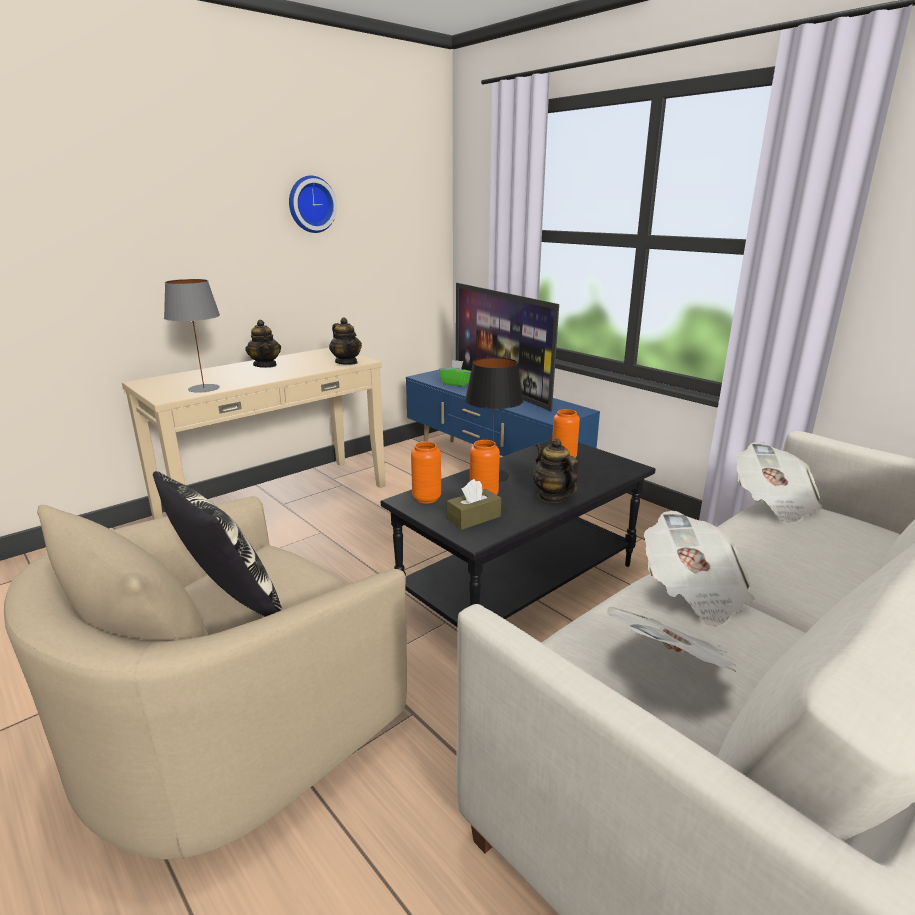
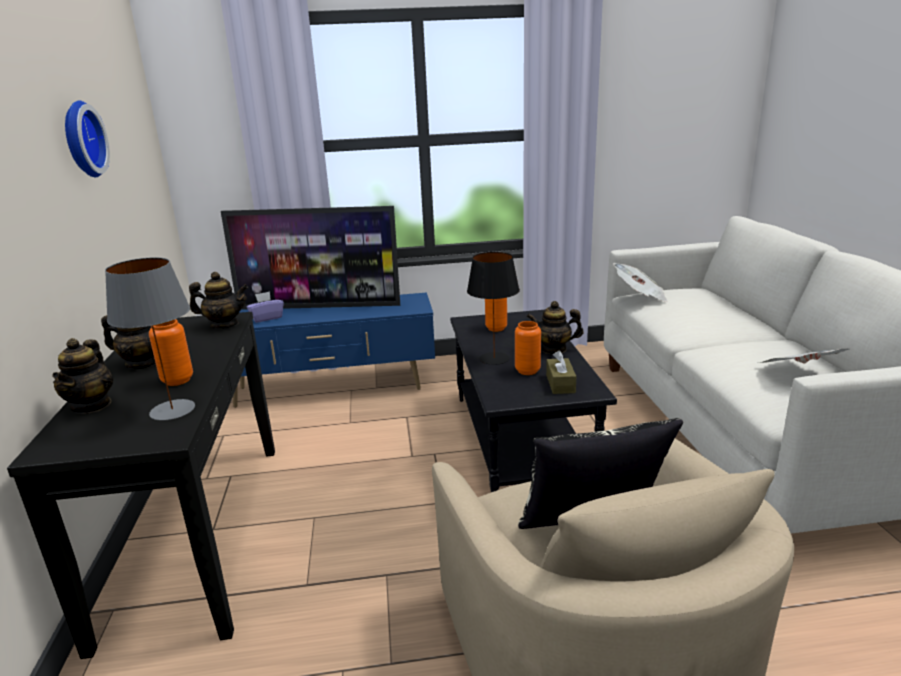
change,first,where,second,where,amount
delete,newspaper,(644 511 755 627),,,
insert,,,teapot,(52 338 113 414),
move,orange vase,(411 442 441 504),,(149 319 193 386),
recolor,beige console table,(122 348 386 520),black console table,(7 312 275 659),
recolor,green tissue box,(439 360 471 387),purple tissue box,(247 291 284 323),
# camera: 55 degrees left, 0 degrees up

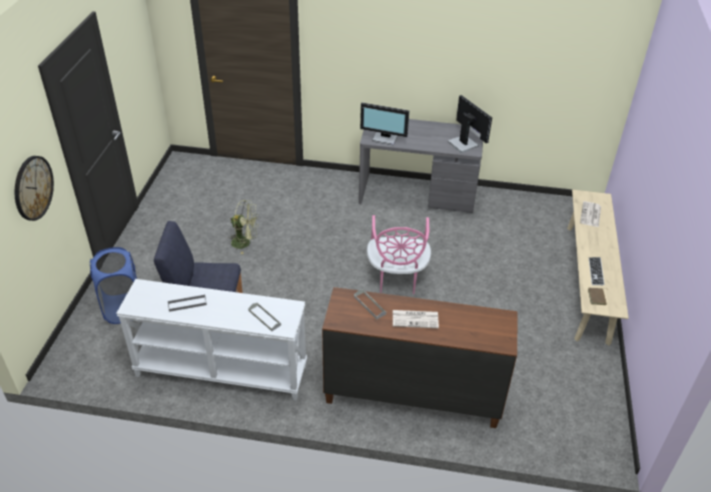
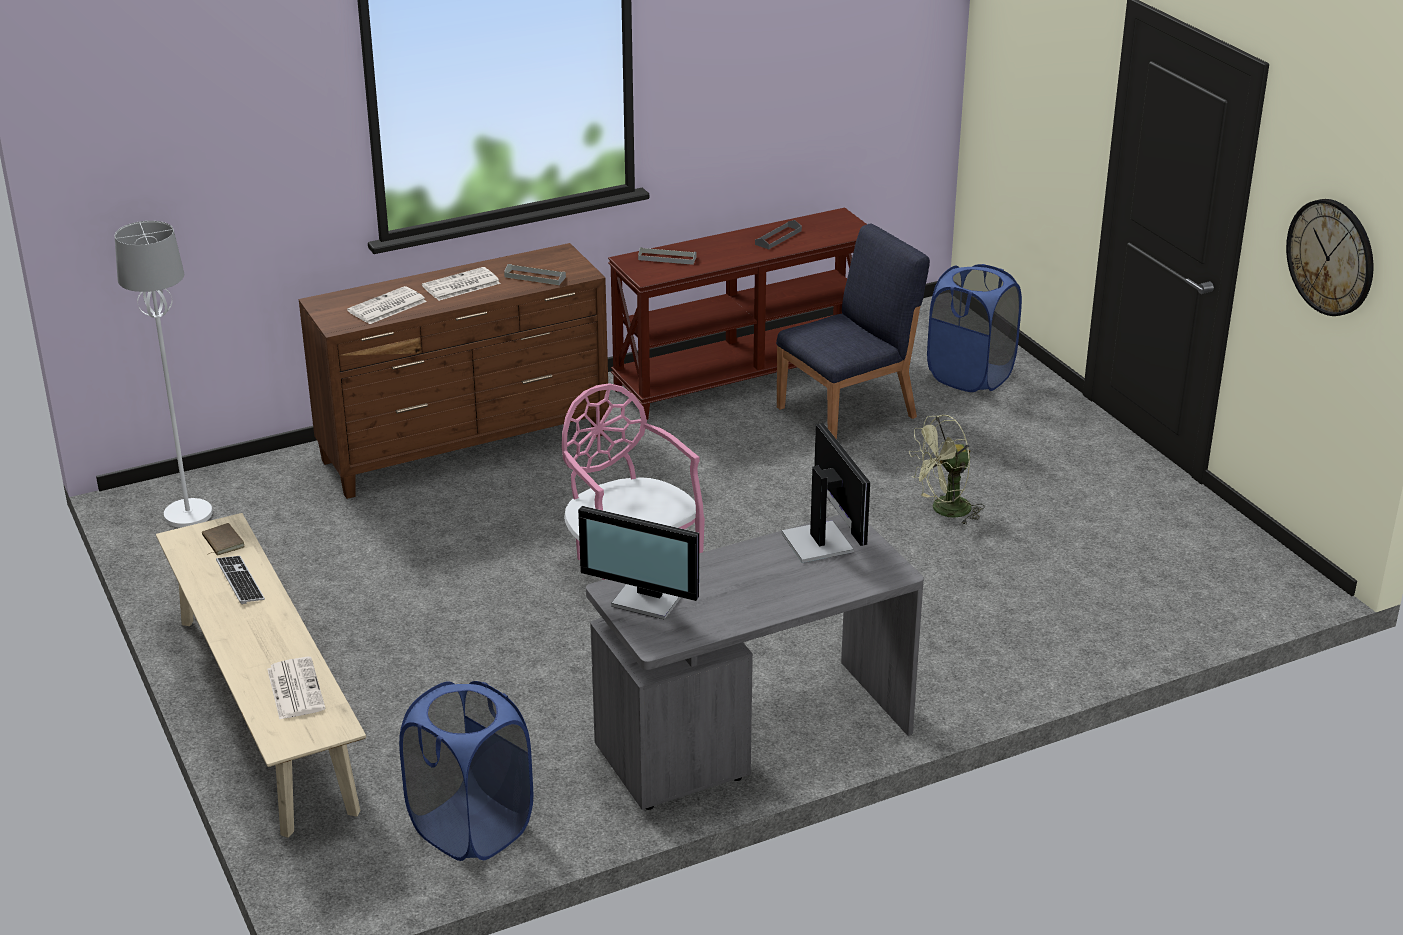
change,first,where,second,where,amount
insert,,,white floor lamp,(114 221 213 528),
insert,,,newspaper,(347 286 427 324),
insert,,,blue laundry basket,(399 681 533 861),
move,wall clock,(15 156 54 221),,(1286 199 1373 316),
recolor,white console table,(116 279 307 401),brown console table,(608 207 867 420),
rotate,monitor,(360 103 409 145),,(781 423 870 563),90 degrees clockwise
# camera: 145 degrees right, 10 degrees down

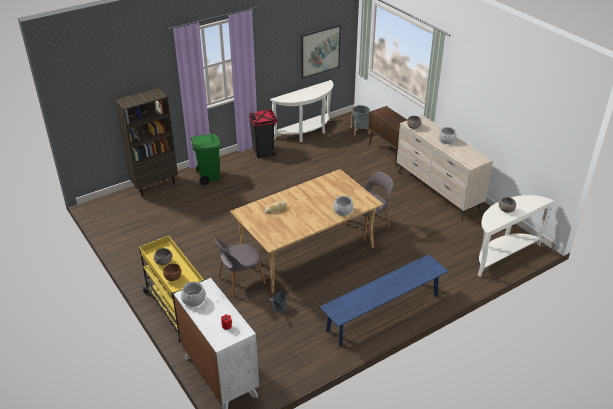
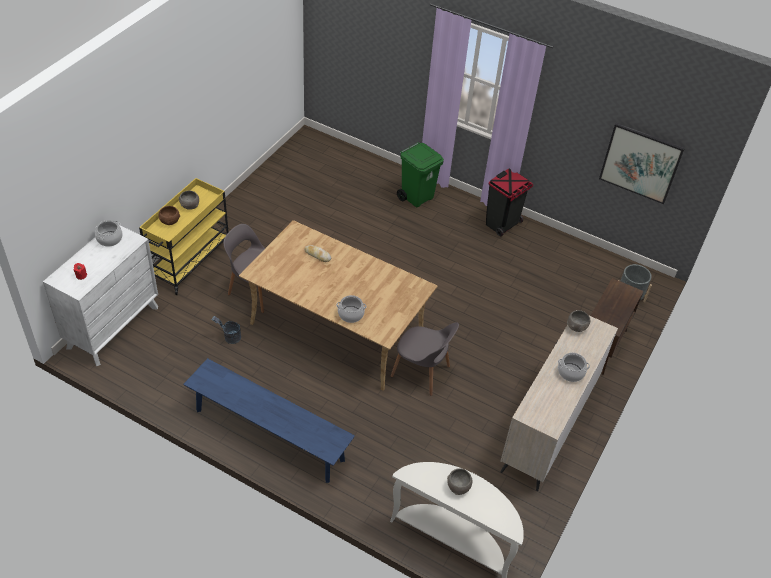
change,first,where,second,where,amount
delete,brown bookcase,(115 88 178 196),,,
delete,white console table,(270 80 333 142),,,
# camera: 60 degrees right, 10 degrees up

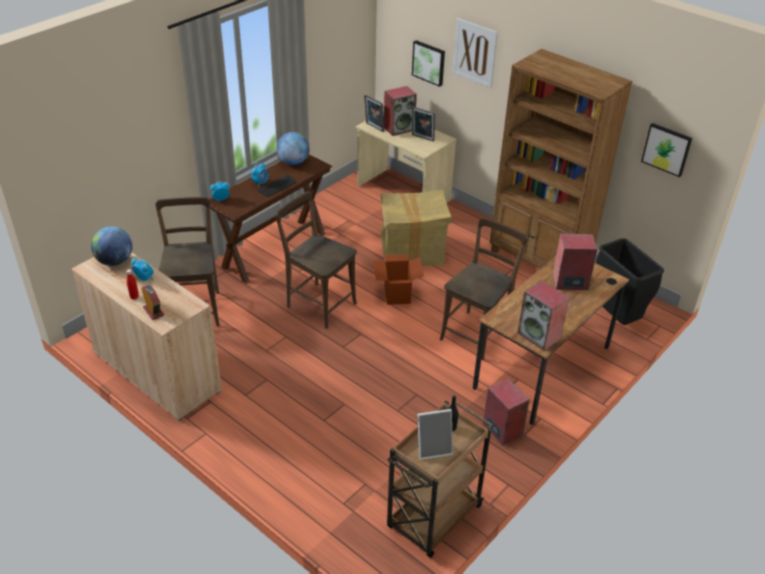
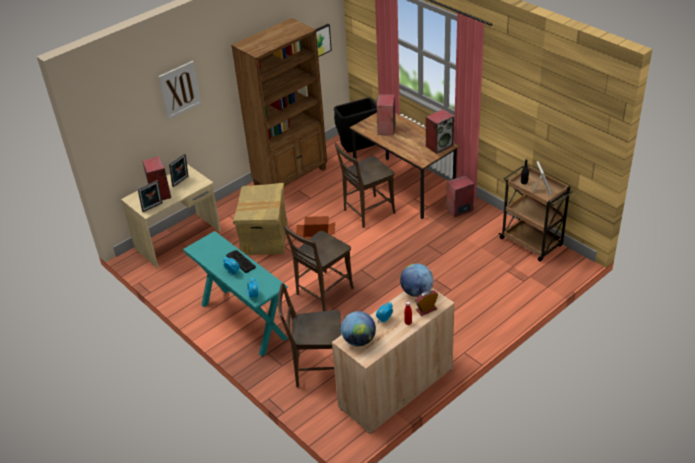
change,first,where,second,where,amount
delete,picture,(412 40 445 87),,,
move,globe,(277 132 309 165),,(400 264 433 297),
recolor,brown console table,(209 154 332 283),turquoise console table,(183 231 288 357),
rotate,brown chair,(440 217 527 360),,(335 143 396 228),75 degrees counterclockwise
# camera: 80 degrees left, 0 degrees up

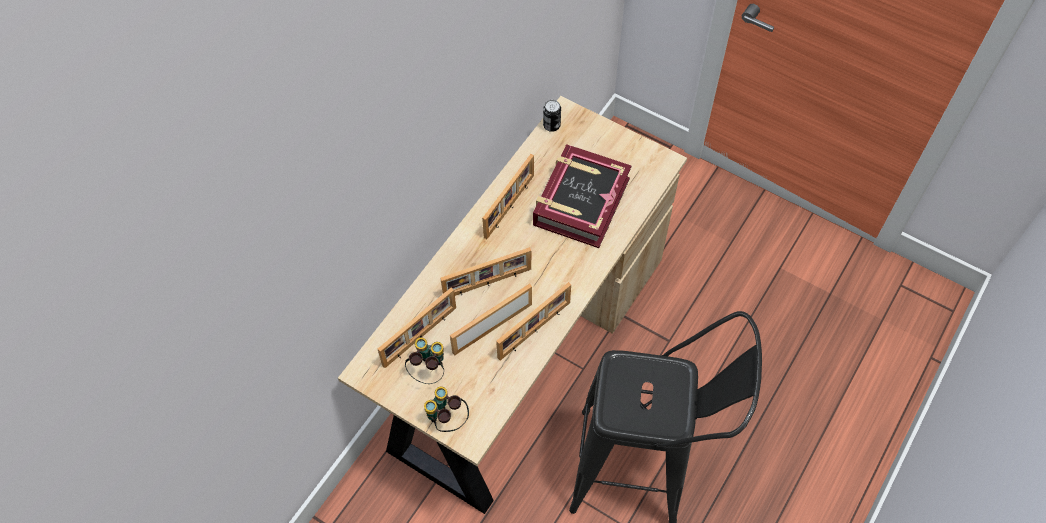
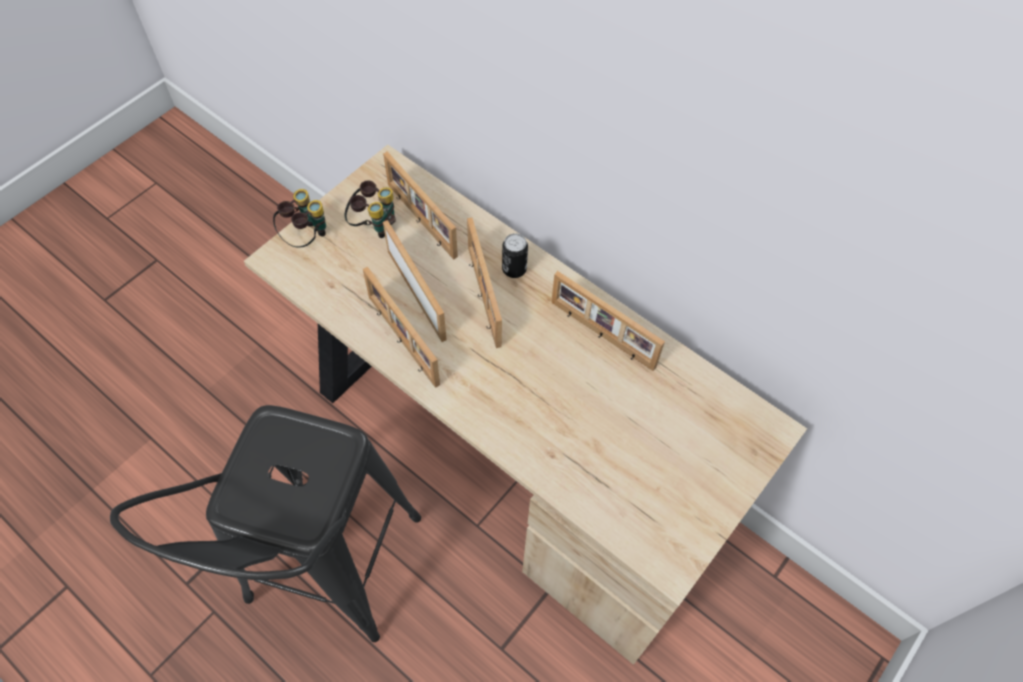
change,first,where,second,where,amount
delete,book,(533 144 631 248),,,
move,can,(543 100 561 132),,(502 233 528 278),
# camera: 95 degrees right, 0 degrees up

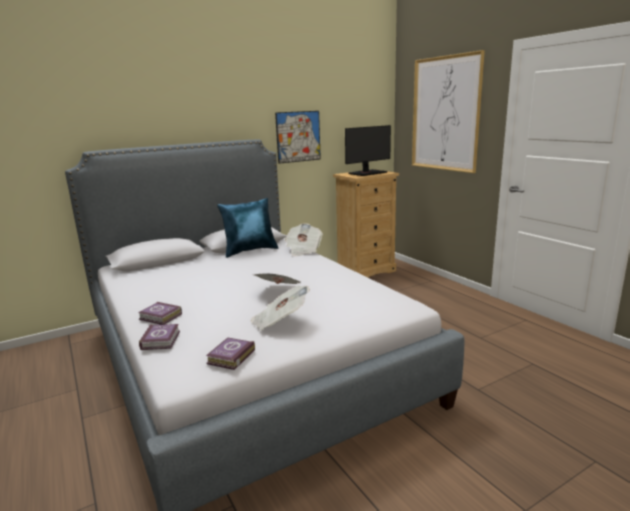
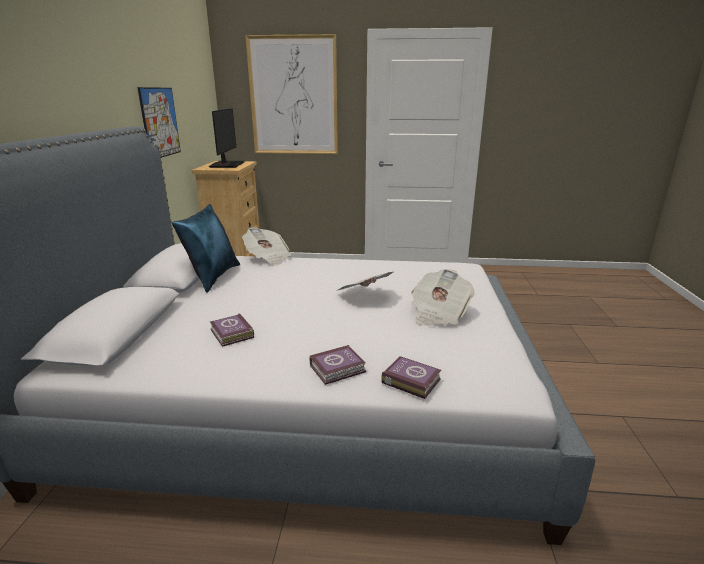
change,first,where,second,where,amount
move,book,(206 338 255 370),,(210 313 254 347),
# camera: 55 degrees left, 5 degrees up

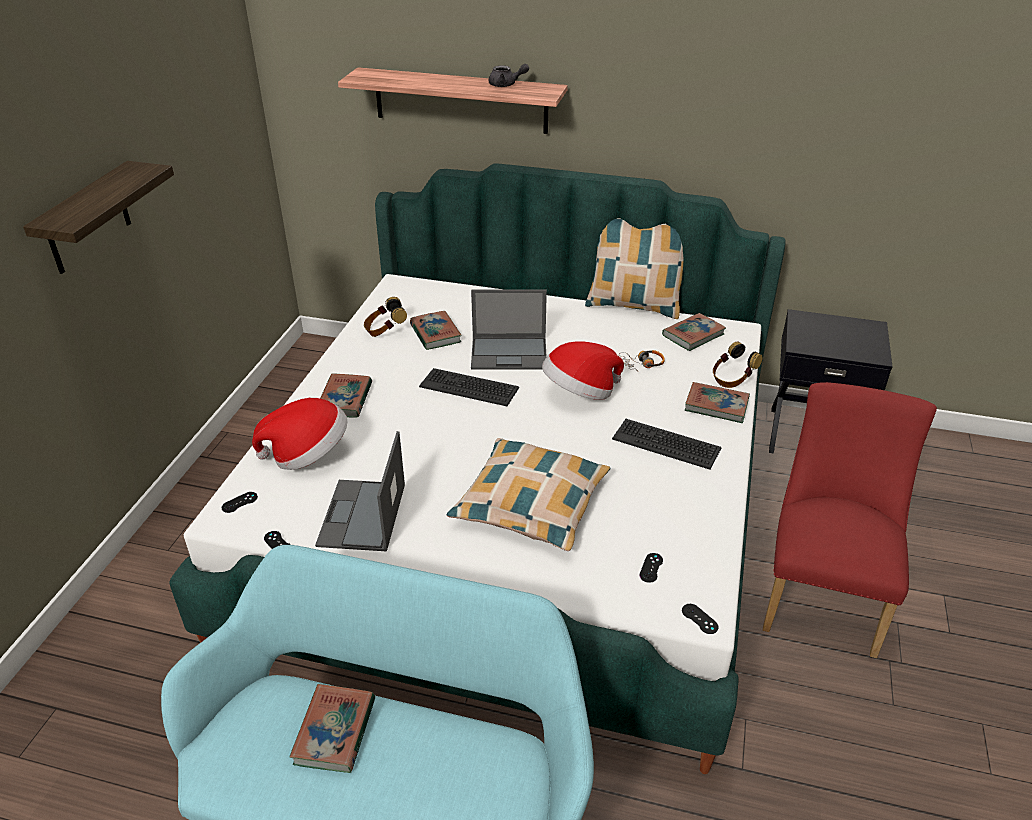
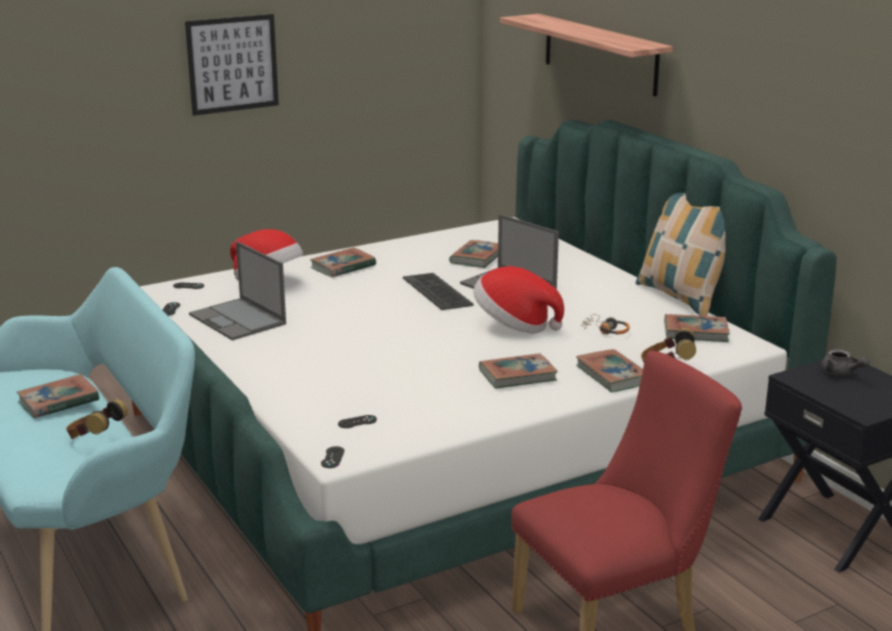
change,first,where,second,where,amount
delete,pillow,(447 438 610 551),,,
move,headphones,(364 297 407 337),,(66 399 128 439),
move,grey teapot,(489 64 529 87),,(821 349 869 376),
replace,shelf,(23 161 174 274),picture,(185 14 279 116),
replace,keyboard,(612 419 721 470),book,(479 353 558 389),
rotate,laptop,(315 431 405 551),,(189 242 286 340),90 degrees counterclockwise
# camera: 45 degrees right, 15 degrees down

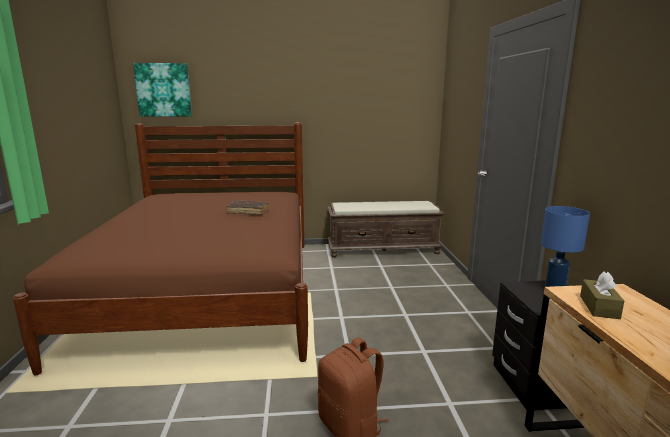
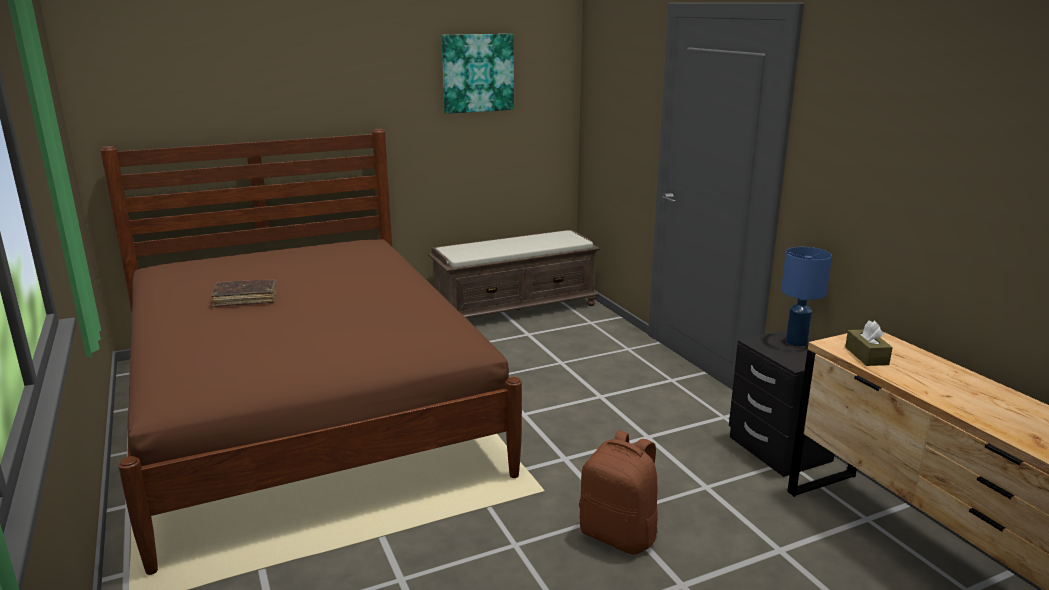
change,first,where,second,where,amount
move,picture,(133 63 192 117),,(442 34 514 114),
move,brown book,(226 200 269 215),,(211 280 276 307),
# camera: 20 degrees left, 5 degrees up

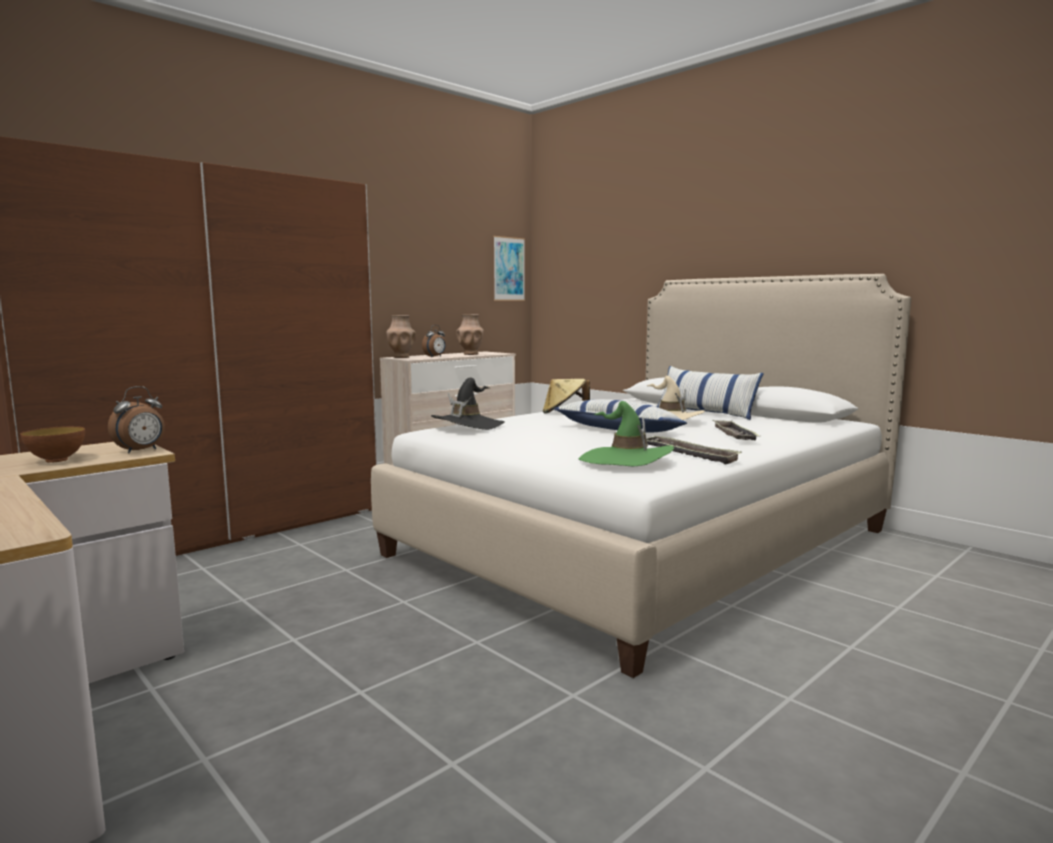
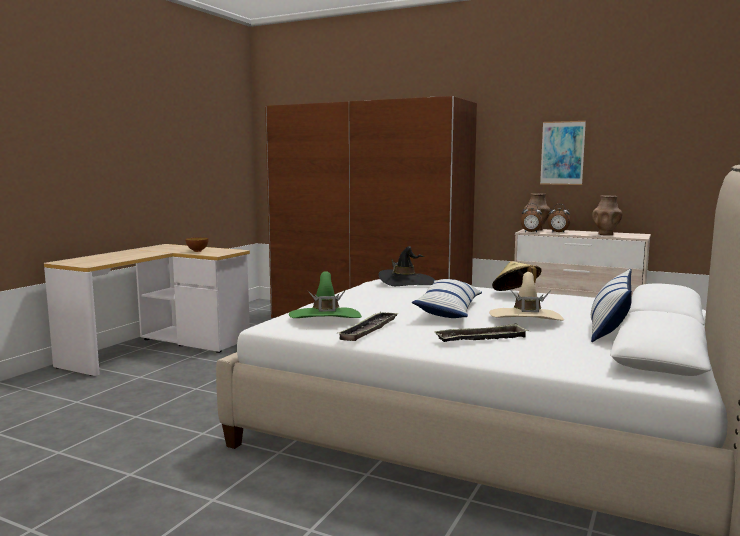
change,first,where,second,where,amount
move,alarm clock,(108 386 165 453),,(521 204 543 232),
move,picture,(493 236 525 301),,(540 121 586 185),
# camera: 70 degrees right, 0 degrees up

